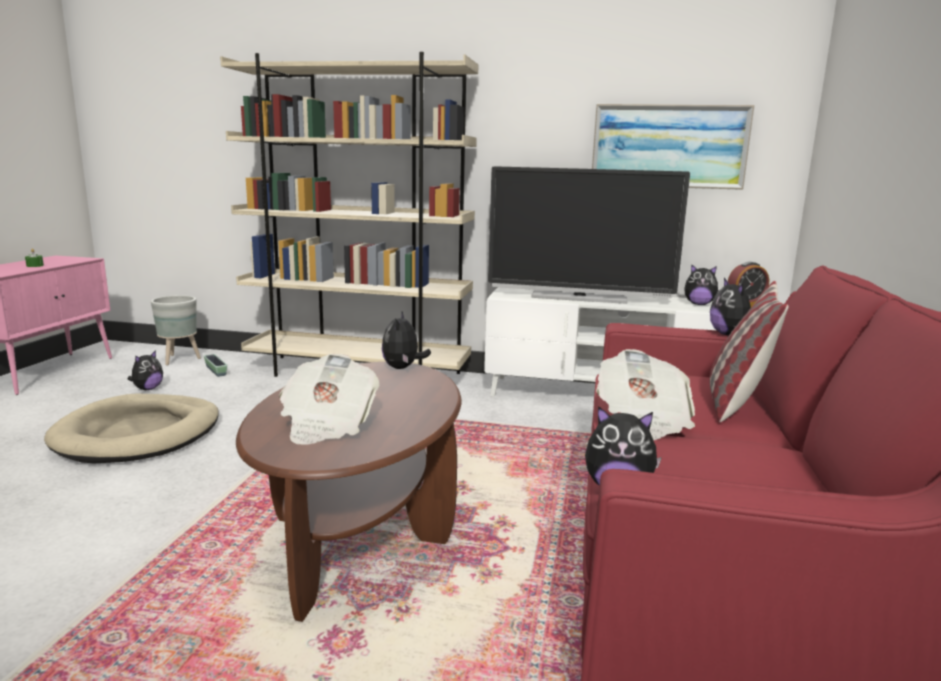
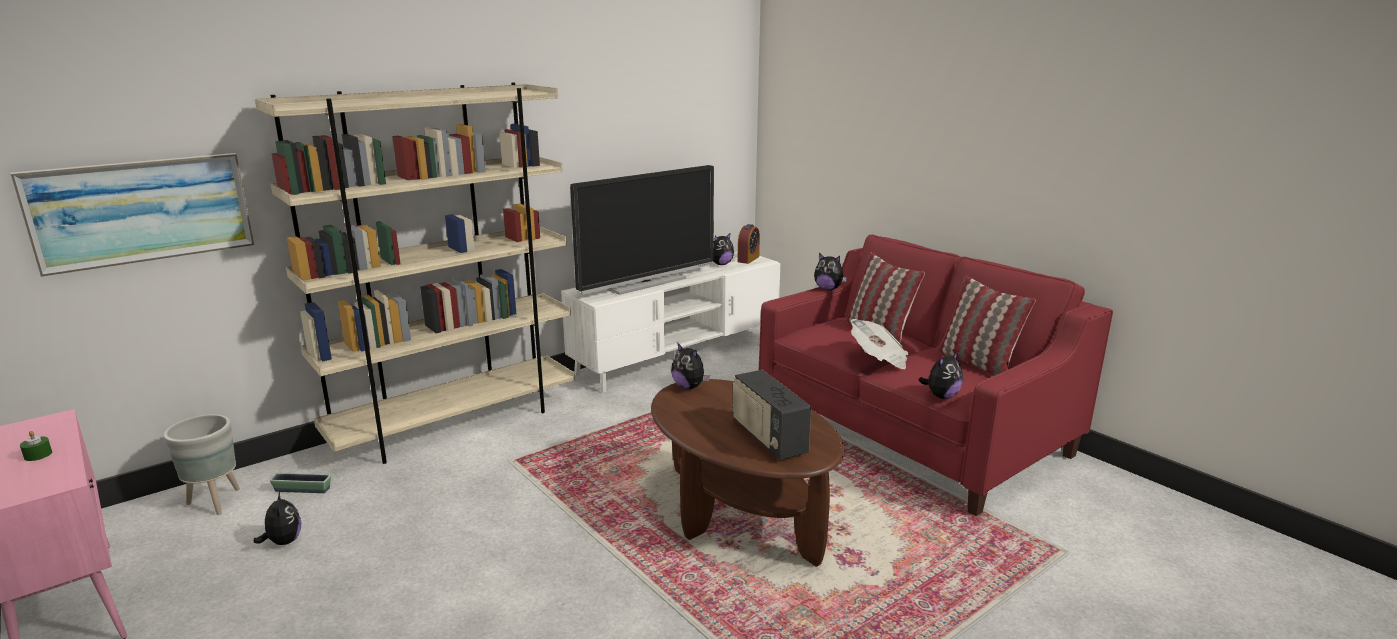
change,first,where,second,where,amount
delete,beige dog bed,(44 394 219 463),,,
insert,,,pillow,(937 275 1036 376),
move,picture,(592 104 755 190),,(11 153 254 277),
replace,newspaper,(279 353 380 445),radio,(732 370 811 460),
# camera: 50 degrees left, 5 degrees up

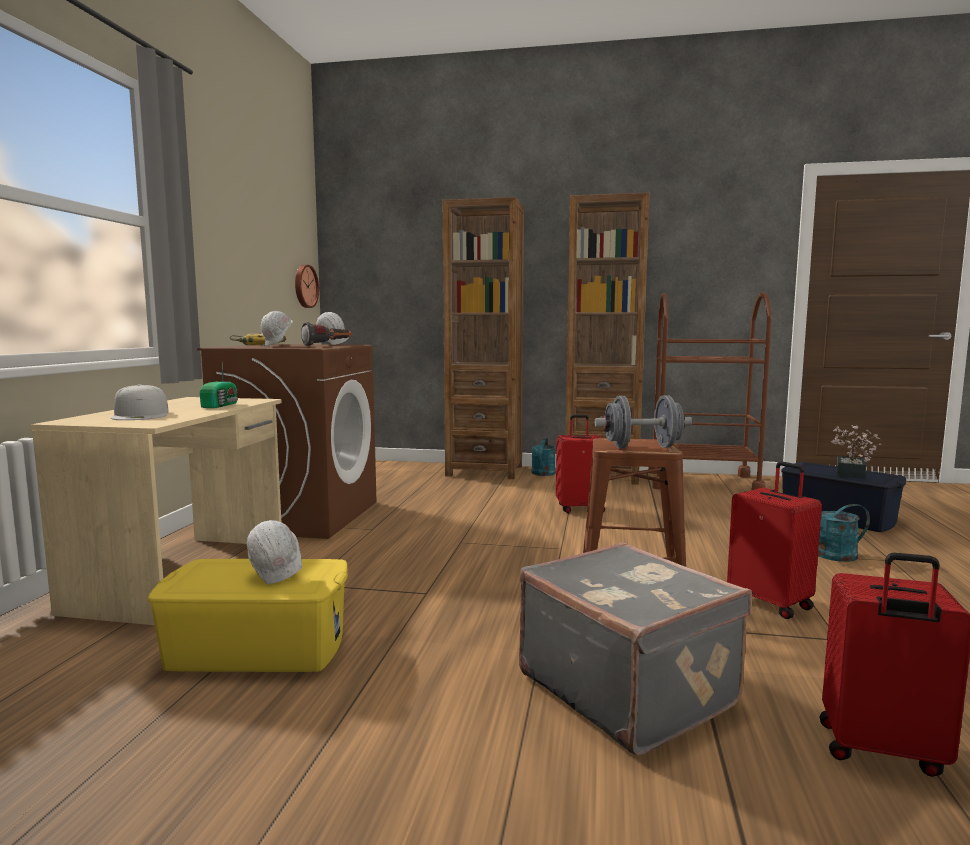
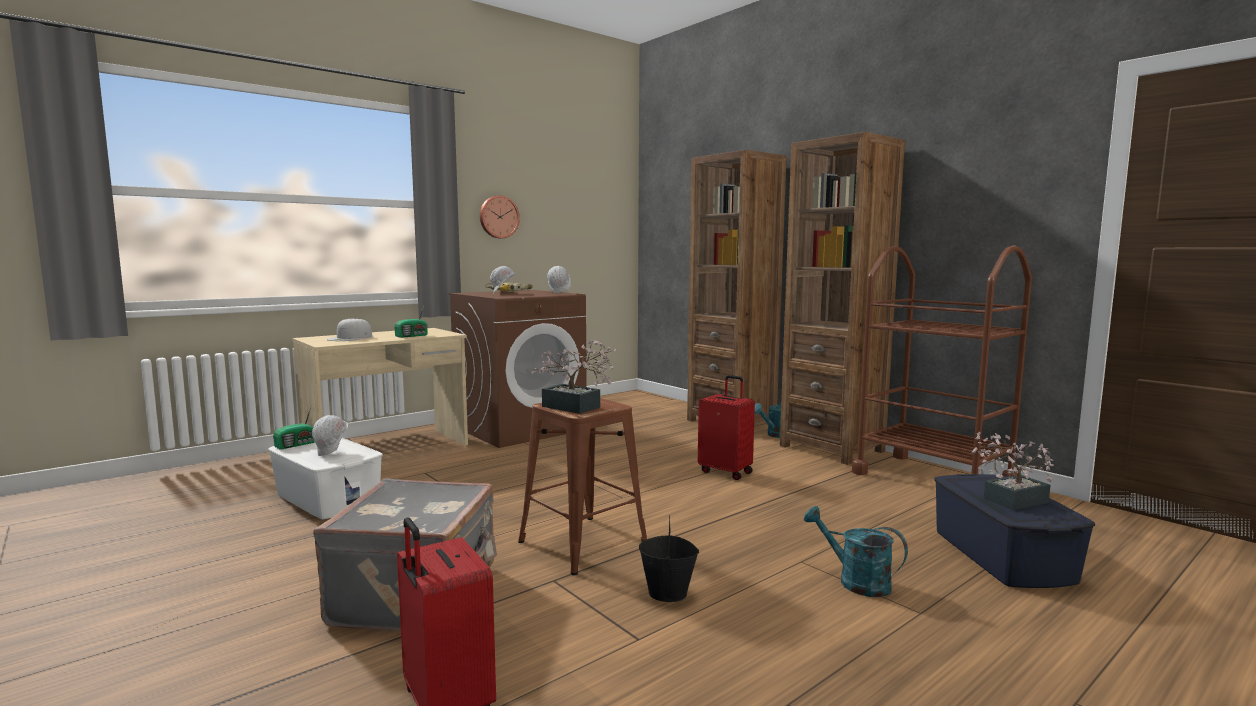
change,first,where,second,where,amount
delete,flashlight,(301 322 352 346),,,
insert,,,radio,(273 407 315 450),
move,wall clock,(295 265 319 308),,(480 195 520 238),
replace,grey dumbbell,(595 395 692 448),potted plant,(531 340 617 414),
replace,red suitcase,(727 461 822 619),black bucket,(639 515 699 602),
recolor,yellow storage box,(148 559 348 672),white storage box,(268 438 383 519),
# camera: 40 degrees right, 0 degrees up

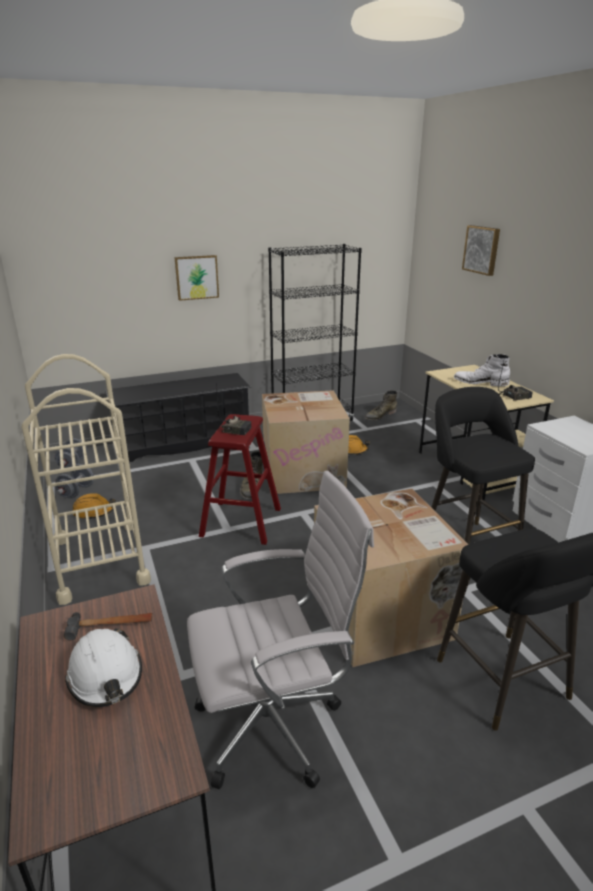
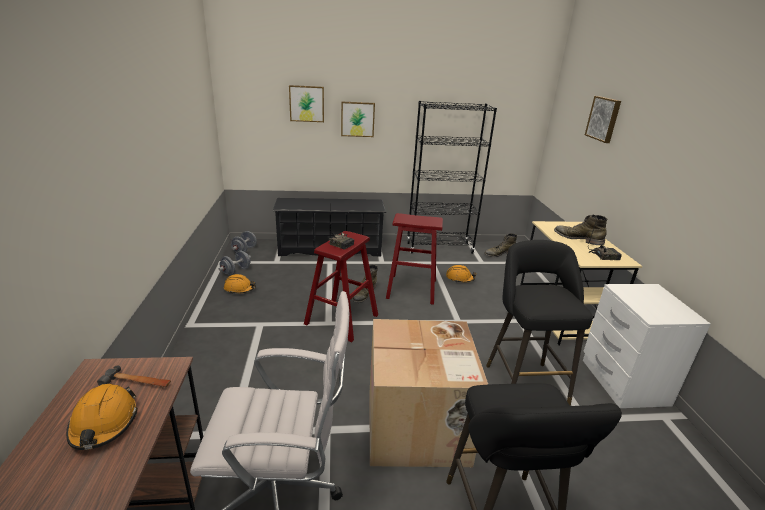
change,first,where,second,where,amount
delete,beige cart,(22 354 151 605),,,
insert,,,picture,(289 85 324 122),
replace,cardboard box,(262 390 350 494),red stool,(386 213 443 305),
recolor,white hard hat,(65 628 142 707),orange hard hat,(66 384 138 450),
recolor,white boot,(454 354 510 387),green boot,(554 215 607 245),
# camera: 15 degrees right, 0 degrees up

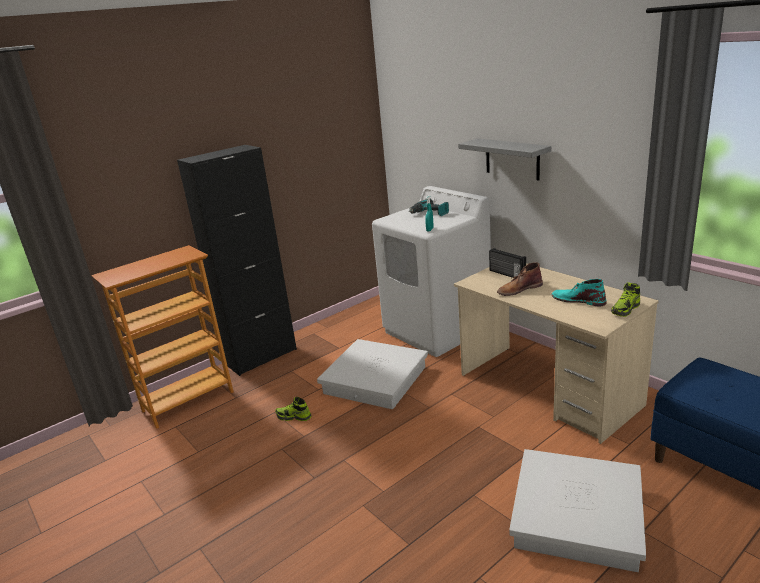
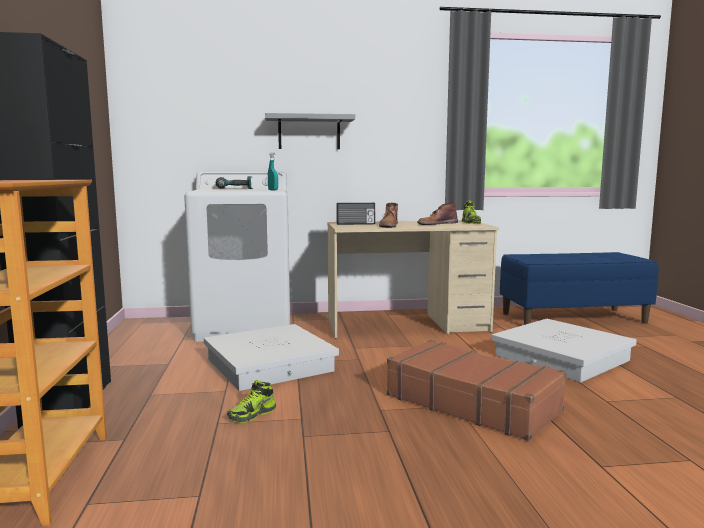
change,first,where,second,where,amount
insert,,,brown suitcase,(387 340 566 441),
recolor,turquoise boot,(552 279 607 306),brown boot,(417 202 458 225),
# camera: 60 degrees left, 15 degrees down

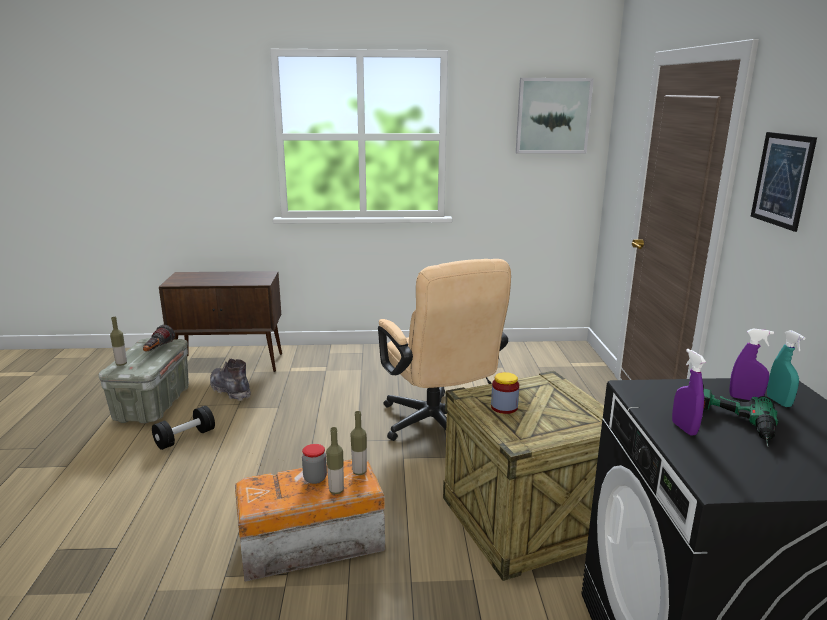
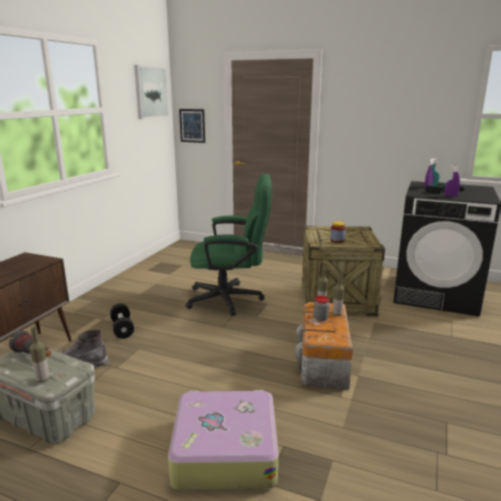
change,first,where,second,where,amount
insert,,,suitcase,(168 390 278 490),
move,black dumbbell,(152 406 215 450),,(110 304 134 339),
move,picture,(751 132 817 232),,(179 109 205 143),
recolor,beige office chair,(378 259 511 441),green office chair,(185 174 272 316),
# camera: 65 degrees left, 0 degrees up

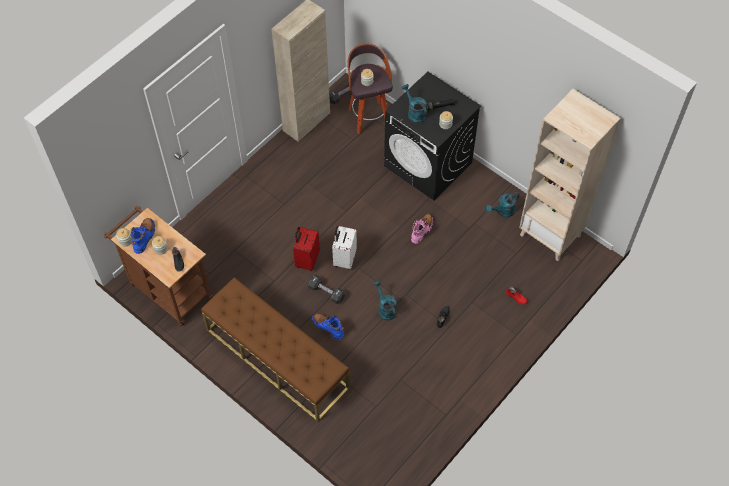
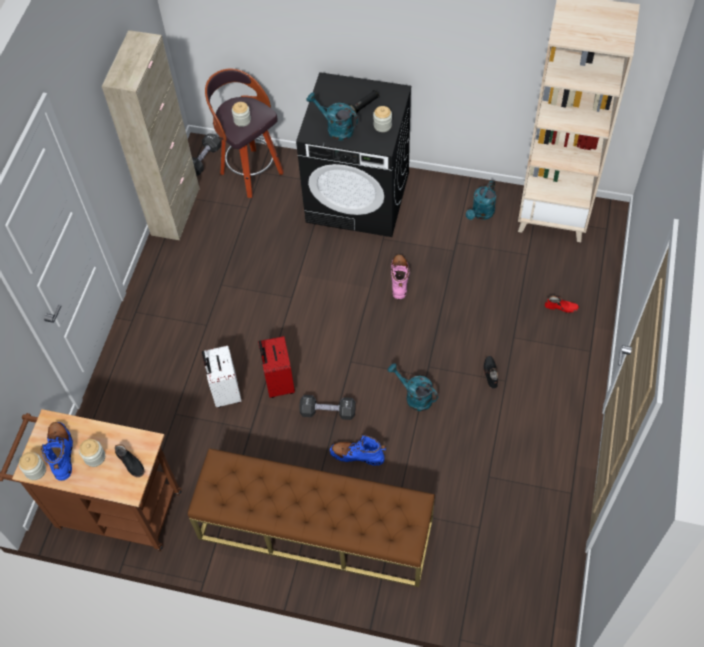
change,first,where,second,where,amount
move,white suitcase,(332 226 357 270),,(202 345 241 408),
# camera: 25 degrees left, 0 degrees up

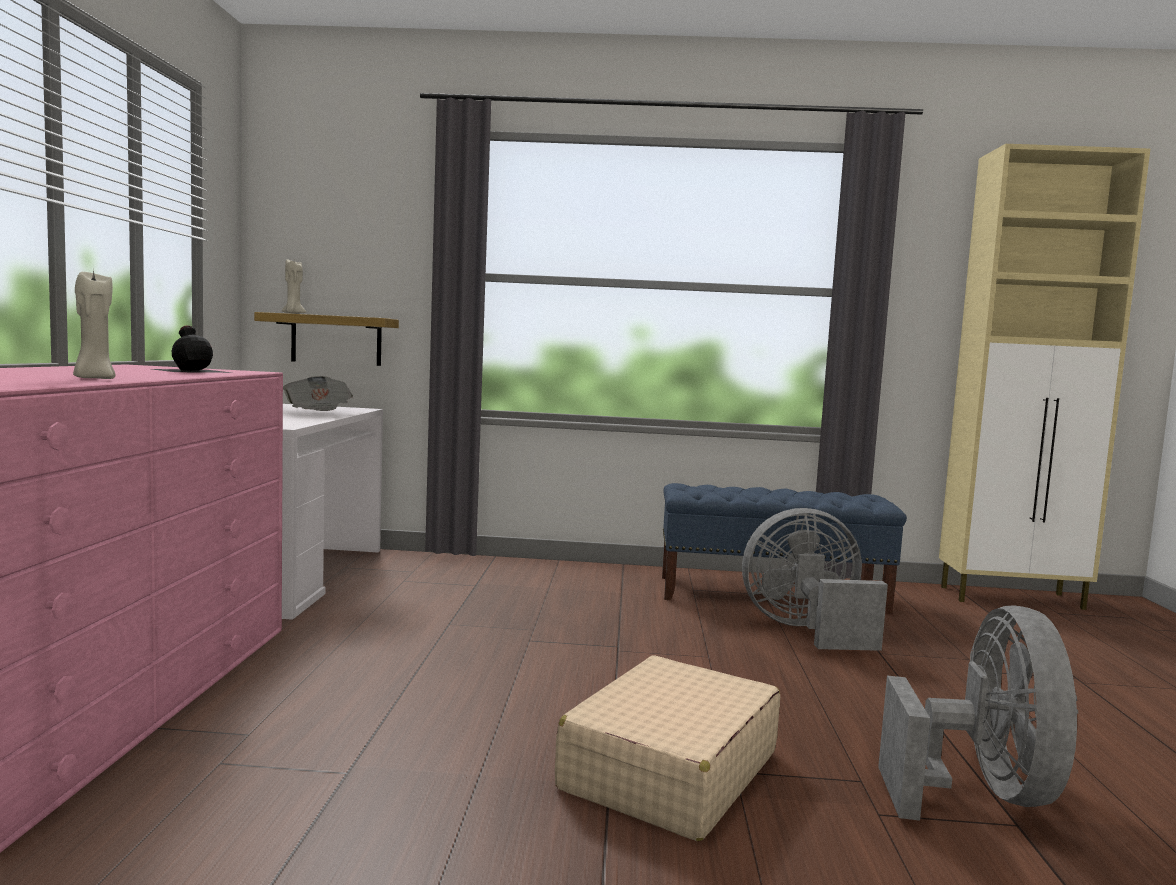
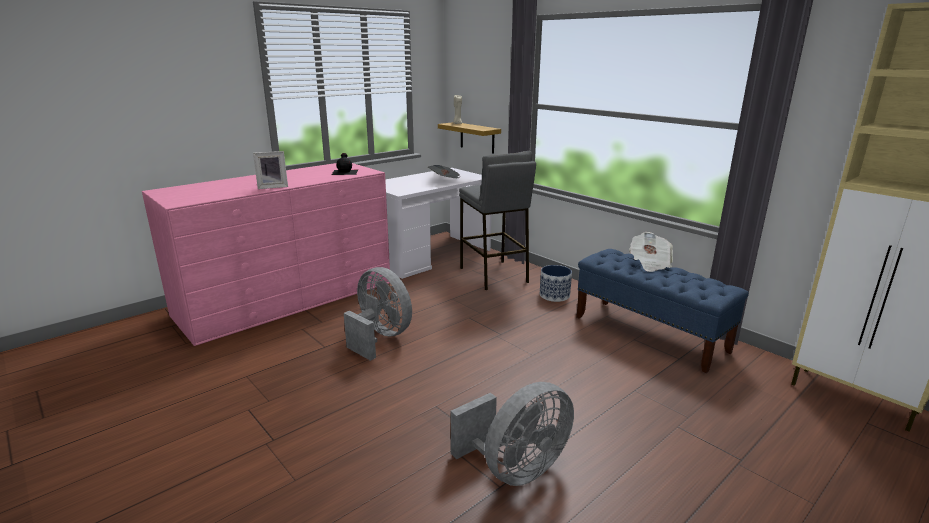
change,first,where,second,where,amount
delete,beige suitcase,(555 655 780 841),,,
insert,,,grey stool,(459 151 536 290),
insert,,,planter,(540 265 572 302),
insert,,,newspaper,(629 232 673 272),
move,grey fan,(742 508 888 651),,(344 267 412 361),
replace,beige candle,(73 269 115 379),picture frame,(253 151 288 189),
# camera: 45 degrees right, 15 degrees up

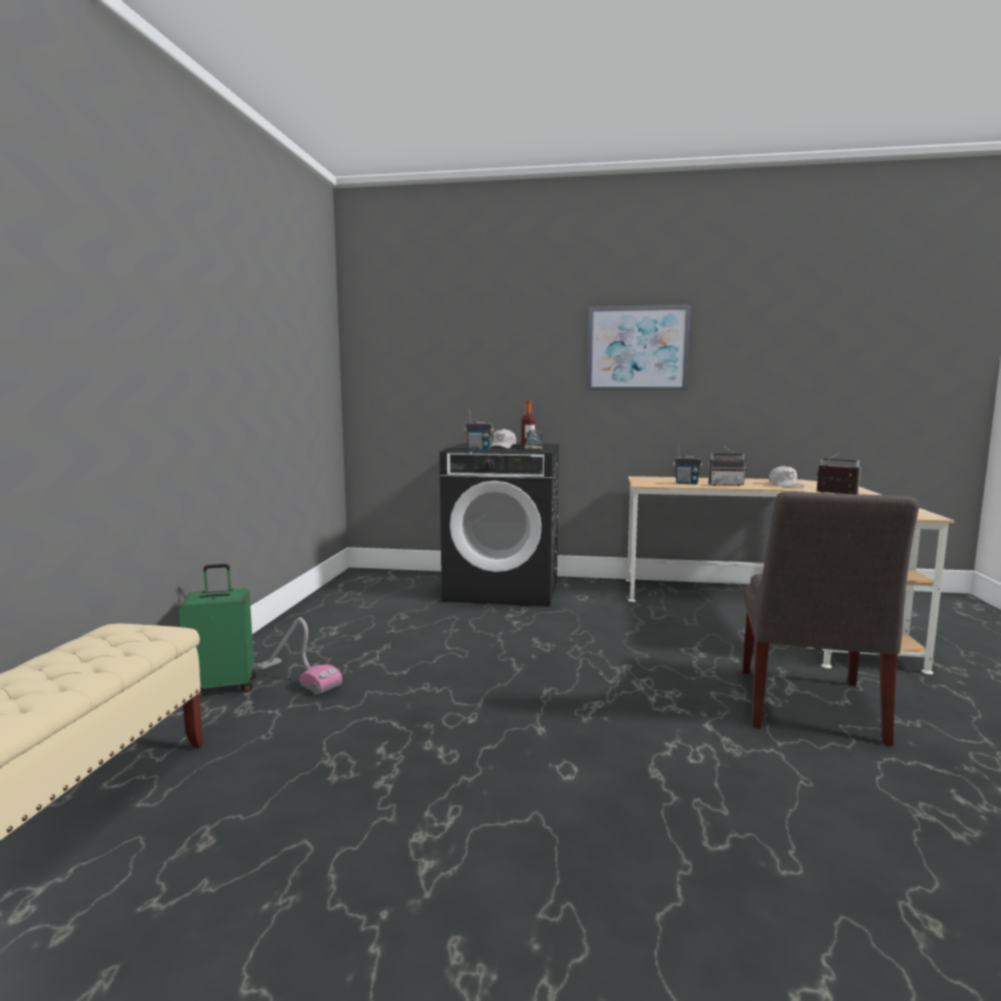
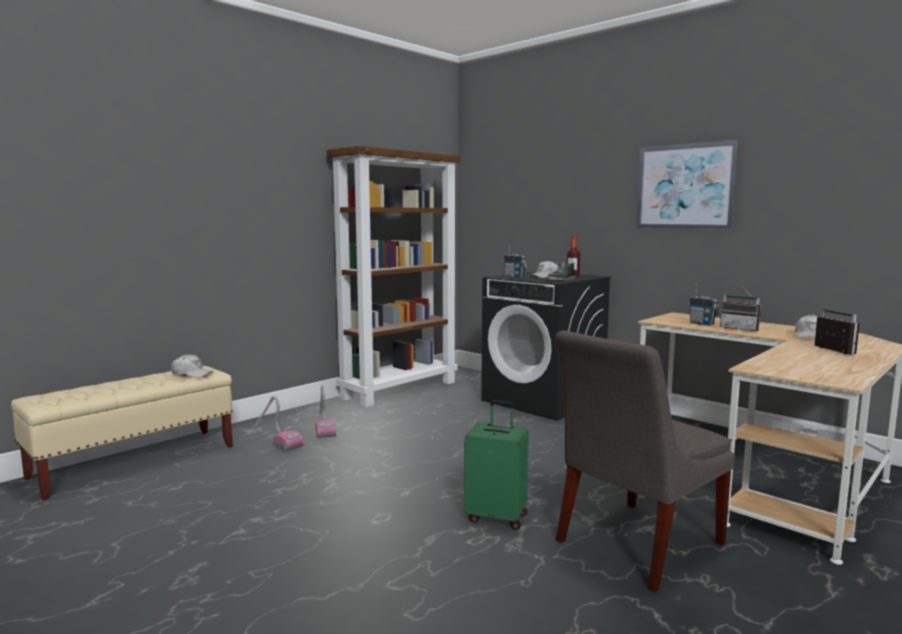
change,first,where,second,where,amount
insert,,,white cap,(171 354 213 378),
insert,,,vacuum cleaner,(244 396 303 451),
insert,,,brown bookcase,(327 146 460 407),
move,green suitcase,(179 564 256 698),,(464 400 529 530),
# camera: 35 degrees right, 0 degrees up

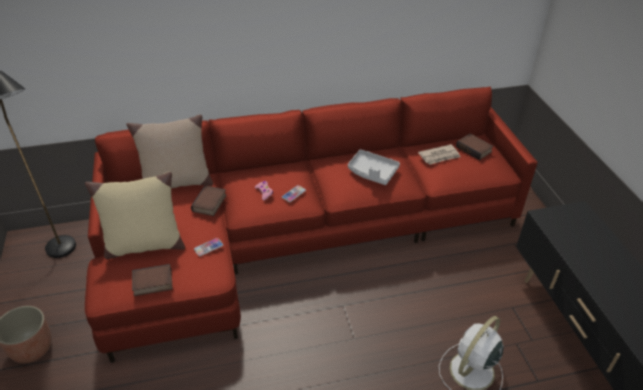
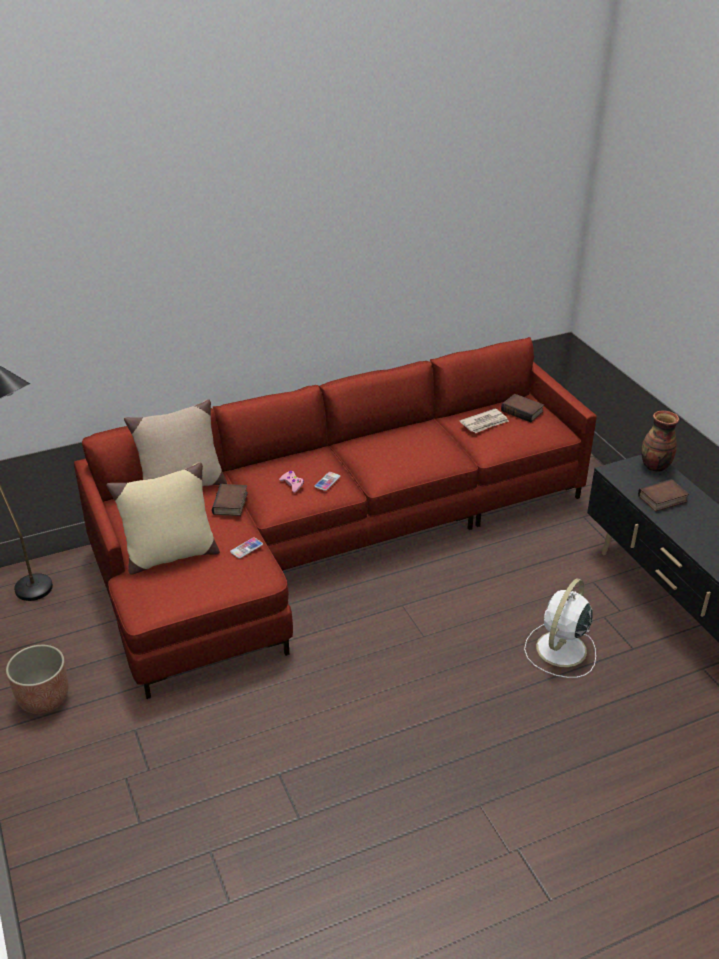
change,first,where,second,where,amount
delete,grey tray,(348 149 400 185),,,
insert,,,vase,(641 410 679 472),
move,book,(132 264 173 296),,(638 479 689 512),
# camera: 10 degrees left, 5 degrees down

